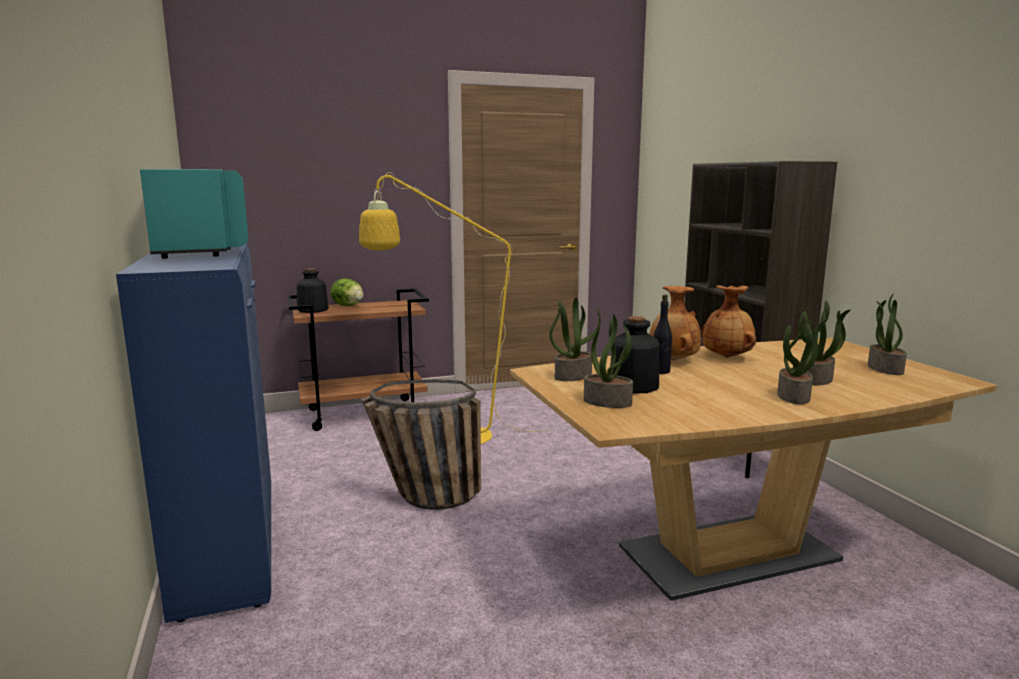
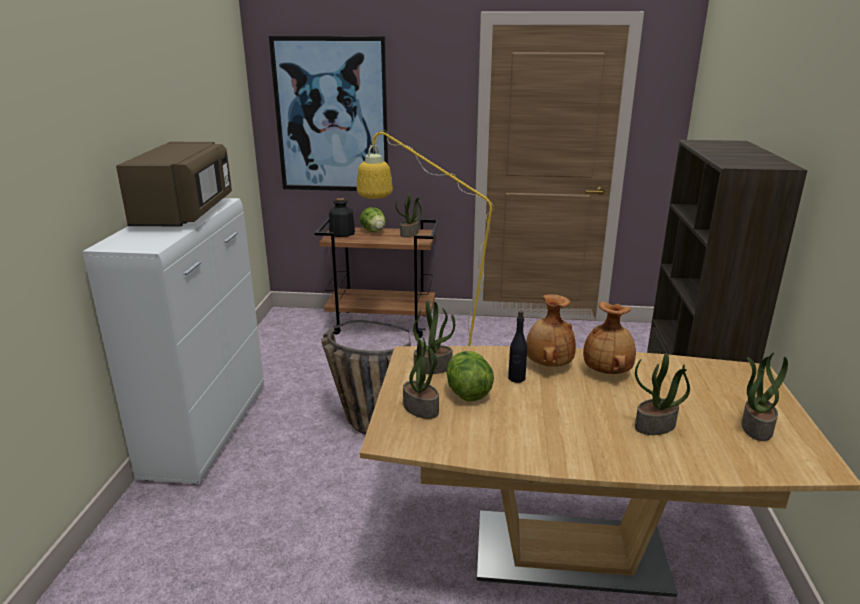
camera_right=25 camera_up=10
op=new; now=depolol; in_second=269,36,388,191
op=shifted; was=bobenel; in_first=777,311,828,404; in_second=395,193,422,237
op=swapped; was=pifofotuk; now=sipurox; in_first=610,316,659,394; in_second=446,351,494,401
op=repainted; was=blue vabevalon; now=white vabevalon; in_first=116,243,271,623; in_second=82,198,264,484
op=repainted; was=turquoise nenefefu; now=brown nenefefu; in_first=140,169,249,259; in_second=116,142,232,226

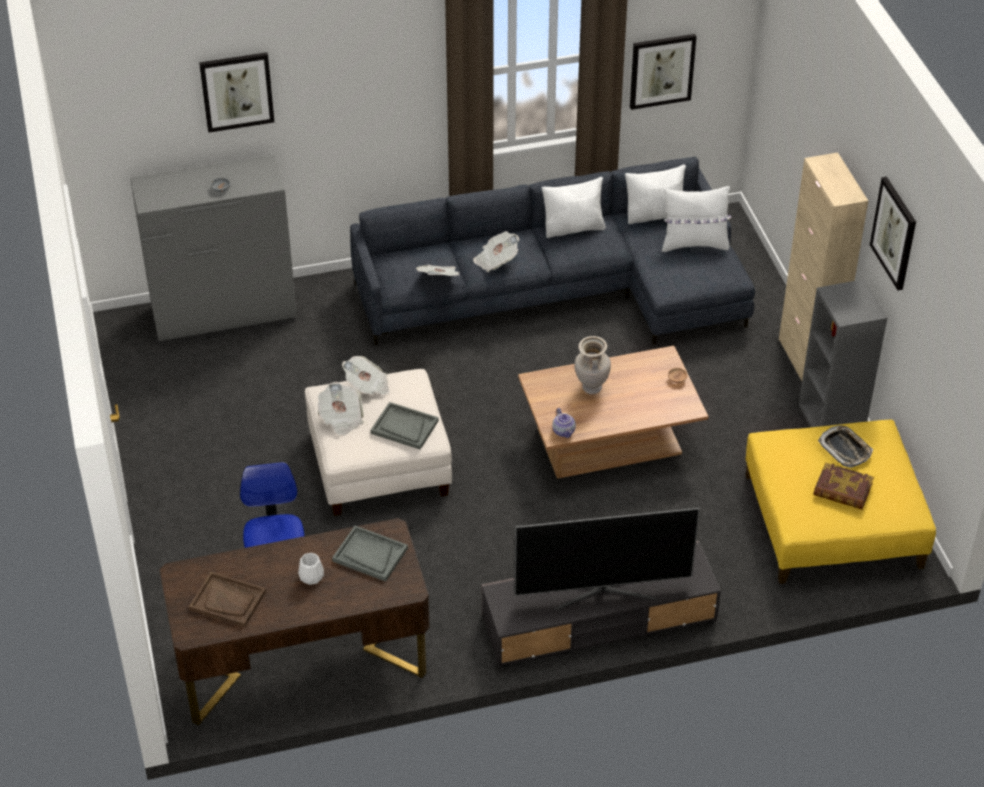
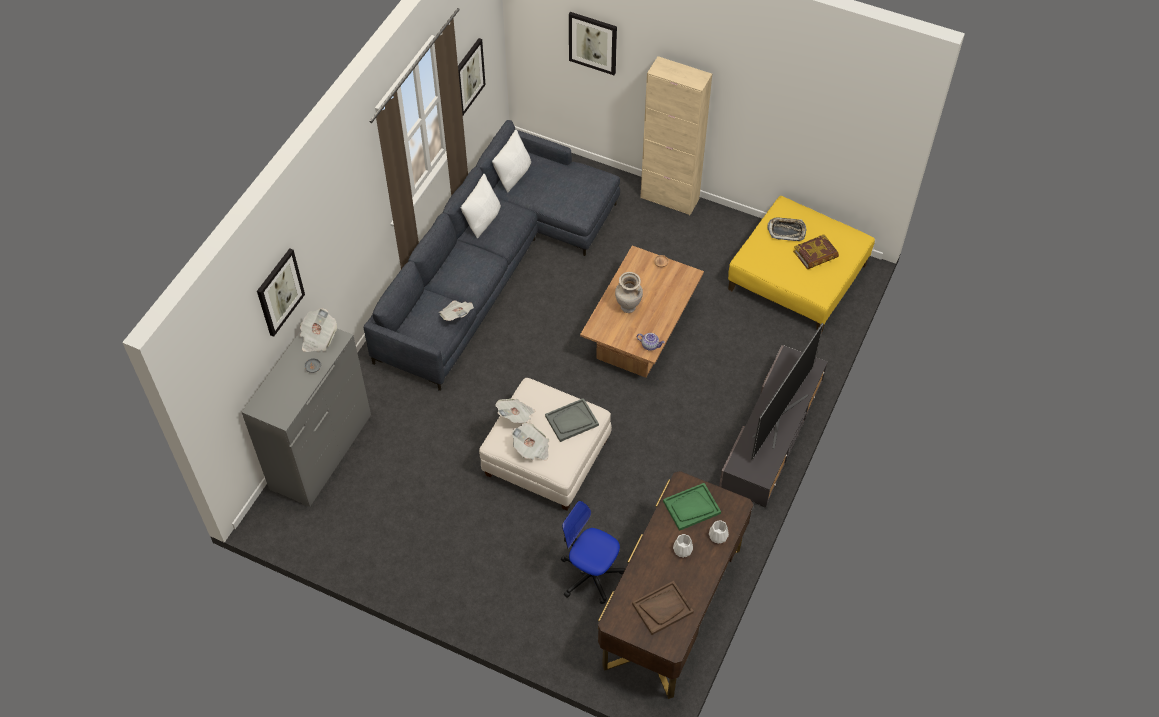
camera_right=-50 camera_up=10
op=gone; was=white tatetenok; in_first=662,186,732,252
op=gone; was=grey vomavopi; in_first=798,279,887,427
op=new; now=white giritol; in_second=709,520,729,544
op=shifted; was=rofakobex; in_first=473,231,520,272; in_second=300,308,337,352
op=shifted; was=depolol; in_first=870,177,916,290; in_second=569,12,617,75
op=repainted; was=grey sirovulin; now=green sirovulin; in_first=332,526,408,582; in_second=663,483,721,531

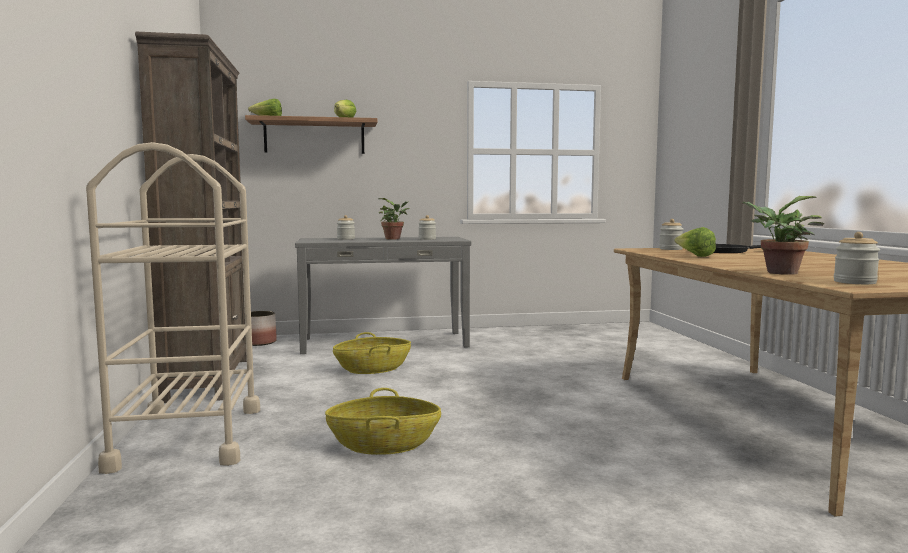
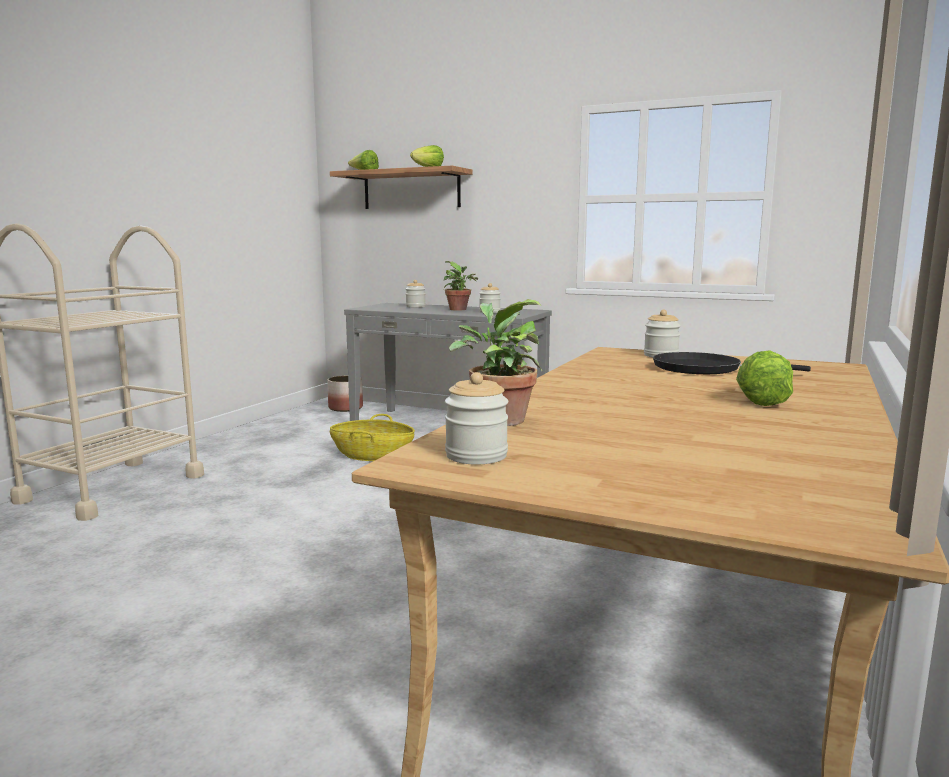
camera_right=35 camera_up=5
op=gone; was=brown vomavopi; in_first=135,32,247,403
op=gone; was=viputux; in_first=325,388,441,455
op=shifted; was=sipurox; in_first=674,227,716,257; in_second=736,350,793,406

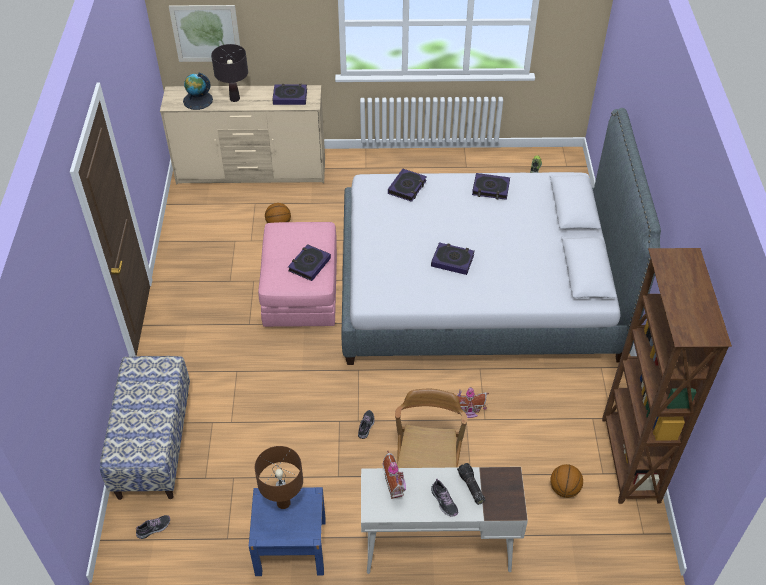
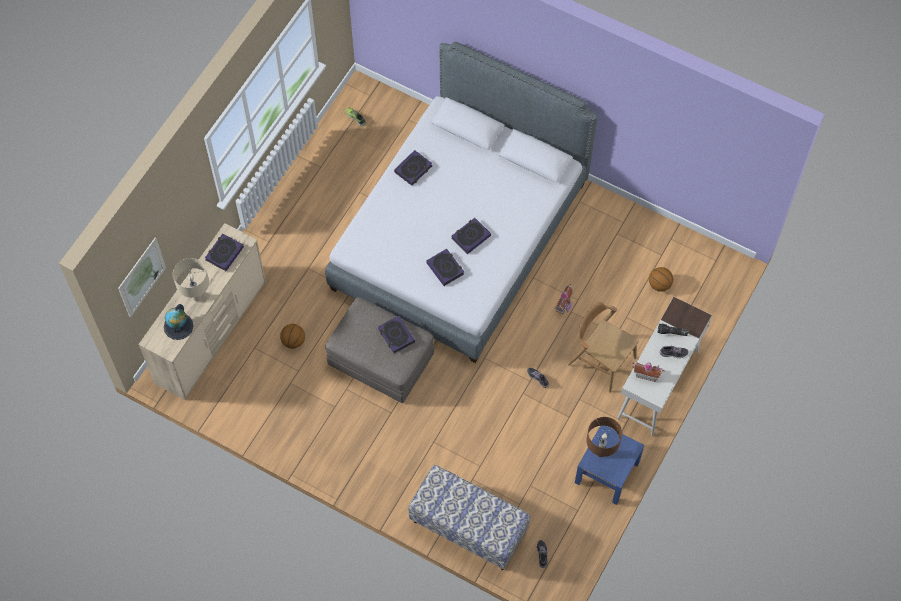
camera_right=-60 camera_up=15
op=gone; was=brown vomavopi; in_first=602,248,732,504
op=shifted; was=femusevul; in_first=388,169,427,202; in_second=427,249,464,286
op=repainted; was=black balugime; now=beige balugime; in_first=211,44,248,102; in_second=173,258,209,301
op=repainted; was=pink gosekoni; now=grey gosekoni; in_first=258,222,337,327; in_second=325,297,434,403

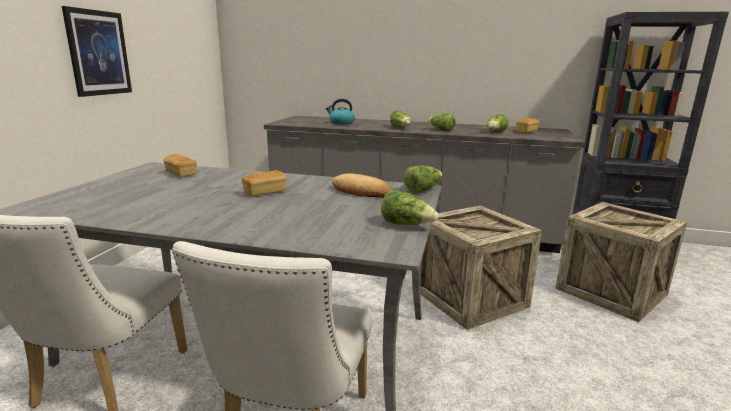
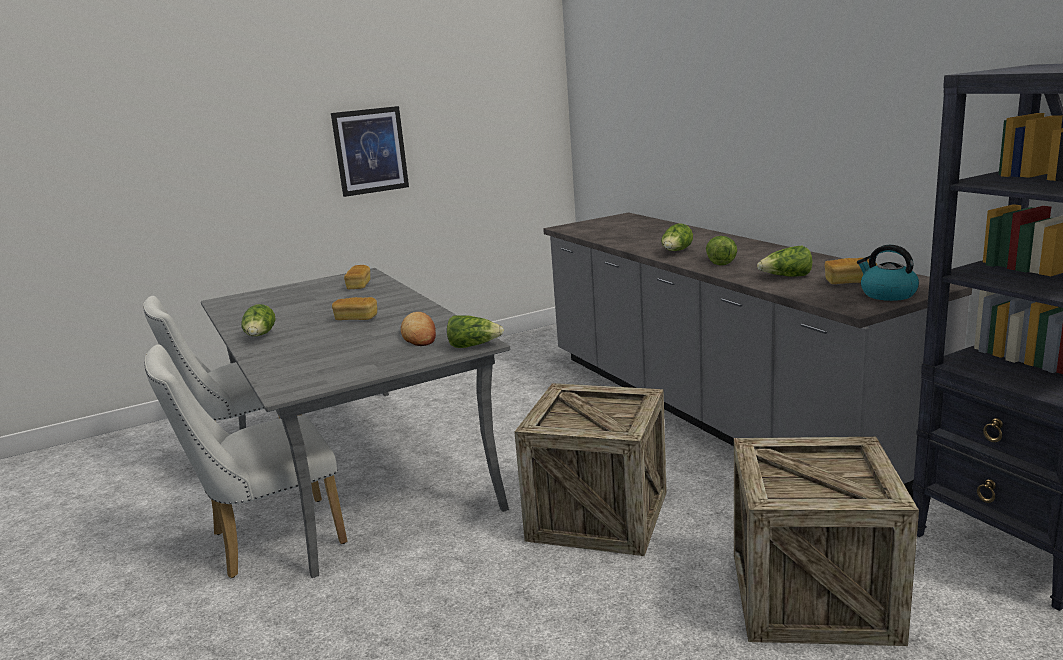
camera_right=50 camera_up=0
op=shifted; was=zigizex; in_first=326,99,355,125; in_second=857,245,919,301
op=shifted; was=sipurox; in_first=381,189,439,225; in_second=241,304,276,336

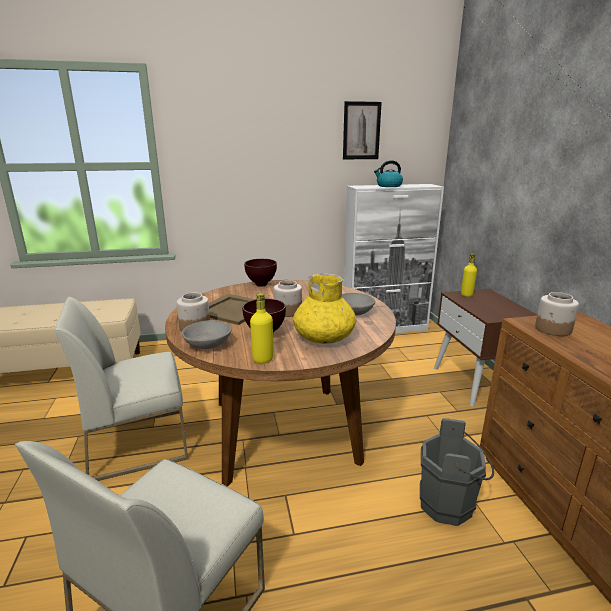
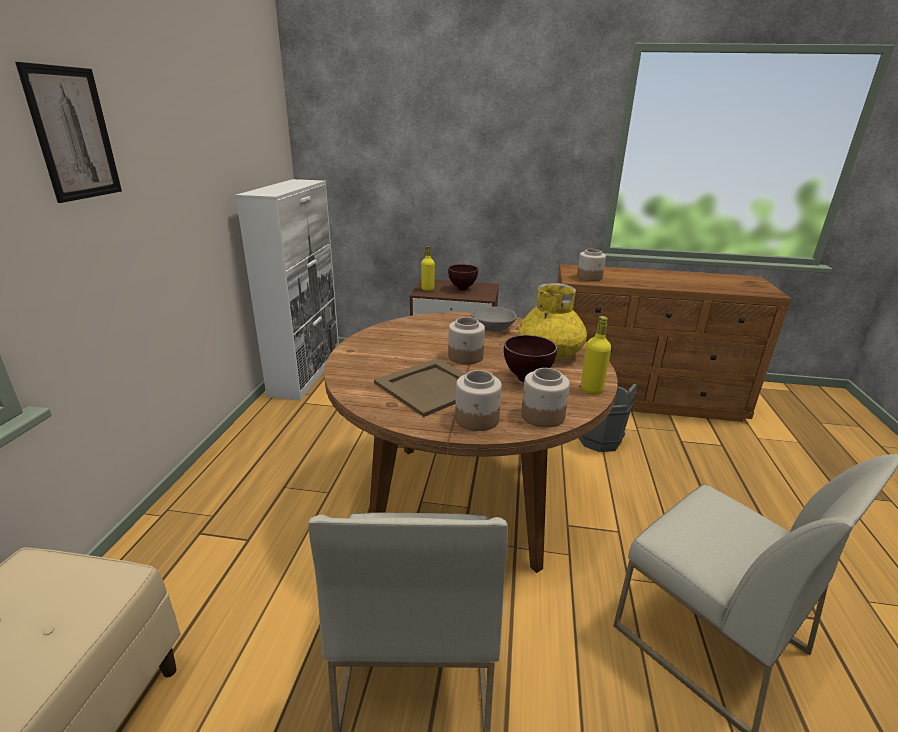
camera_right=-70 camera_up=5
op=gone; was=zigizex; in_first=374,160,403,187
op=shifted; was=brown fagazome; in_first=244,259,277,287; in_second=448,264,478,291
op=shifted; was=depolol; in_first=343,101,382,159; in_second=15,62,122,203
op=swapped; was=grey fagazome; now=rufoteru; in_first=182,320,232,349; in_second=521,368,570,428

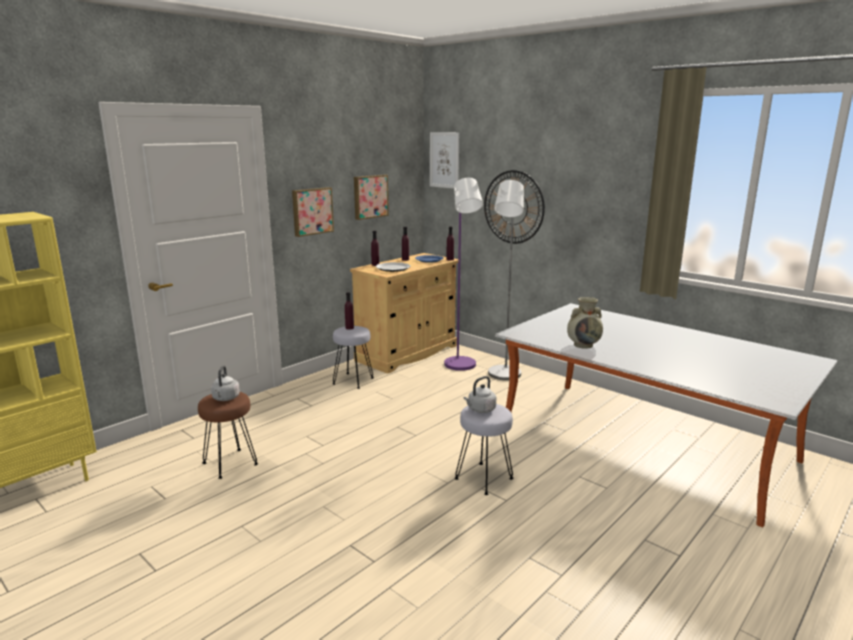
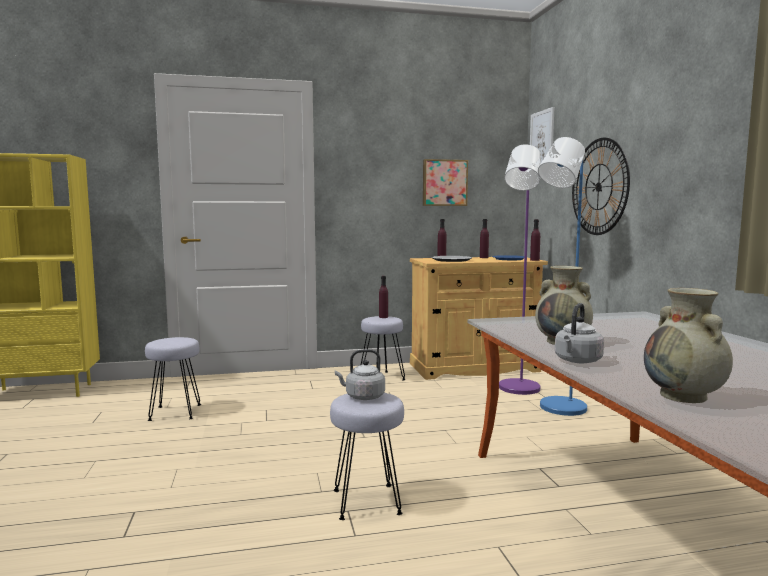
camera_right=35 camera_up=-10
op=gone; was=depolol; in_first=292,187,334,237
op=new; now=beige giritol; in_second=644,288,733,403
op=shifted; was=grey zigizex; in_first=211,365,240,401; in_second=555,303,604,363
op=repainted; was=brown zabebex; now=grey zabebex; in_first=198,392,258,479; in_second=145,337,201,421
op=repainted; was=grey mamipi; now=blue mamipi; in_first=488,180,524,380; in_second=538,137,587,416

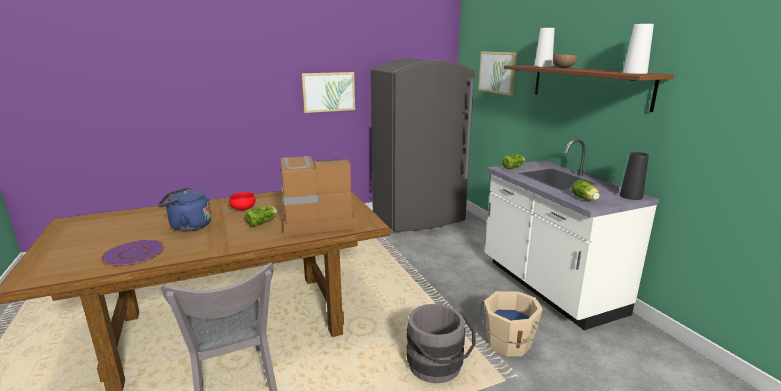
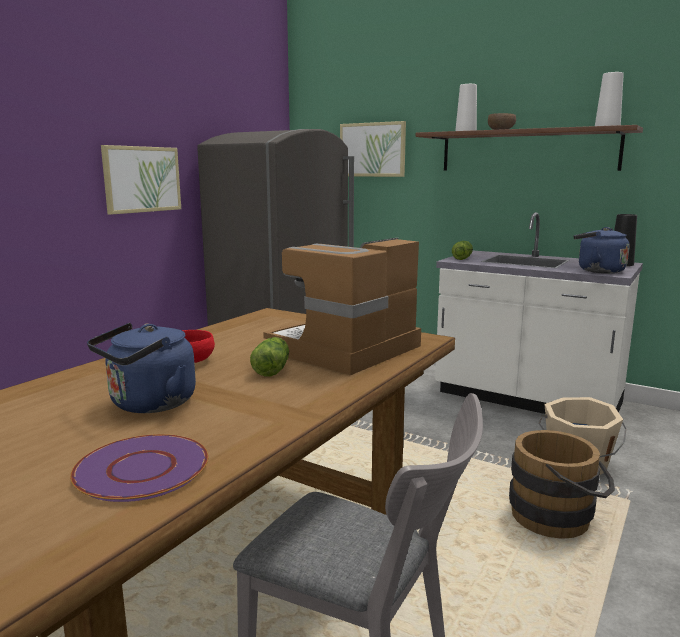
camera_right=-35 camera_up=-5
op=swapped; was=sipurox; now=blue zigizex; in_first=571,179,600,200; in_second=574,227,630,273
op=repainted; was=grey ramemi; now=brown ramemi; in_first=406,304,476,383; in_second=509,430,615,539

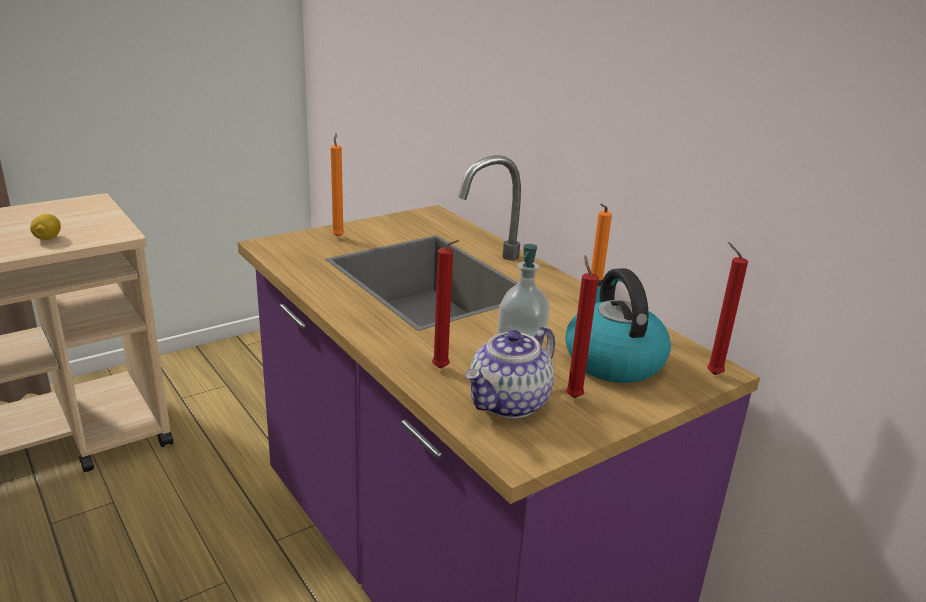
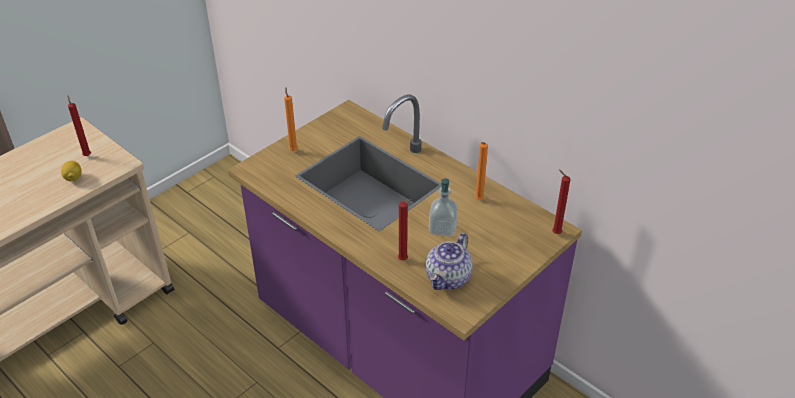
camera_right=-10 camera_up=15
op=gone; was=zigizex; in_first=565,268,671,383
op=shifted; was=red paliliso; in_first=566,255,598,398; in_second=68,96,91,156

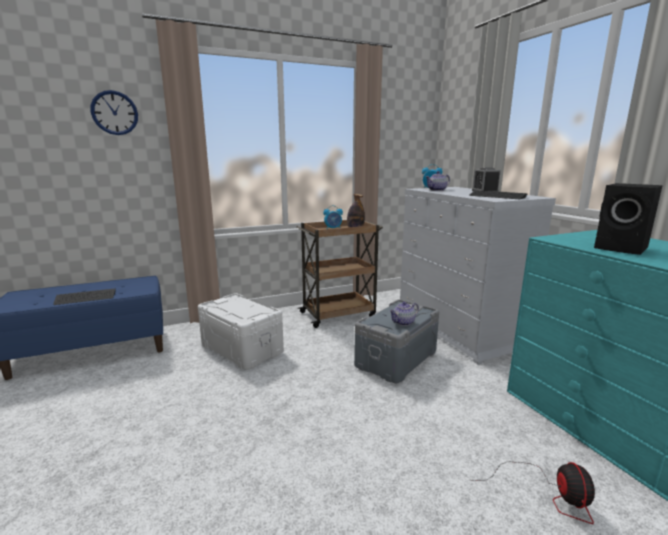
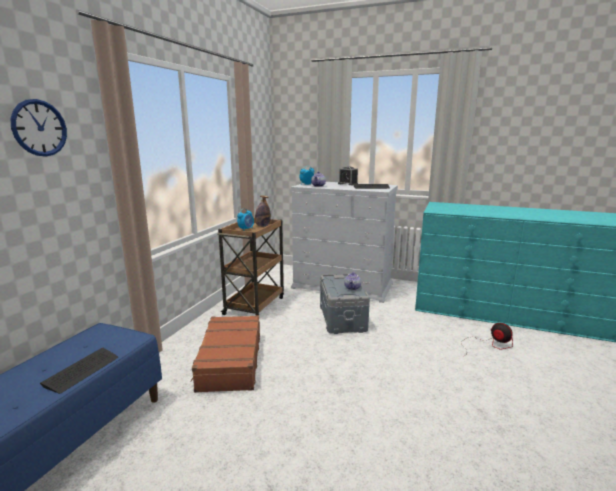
camera_right=-45 camera_up=0
op=gone; was=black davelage; in_first=594,183,663,255
op=swapped; was=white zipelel; now=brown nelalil; in_first=198,293,284,370; in_second=191,315,260,393

